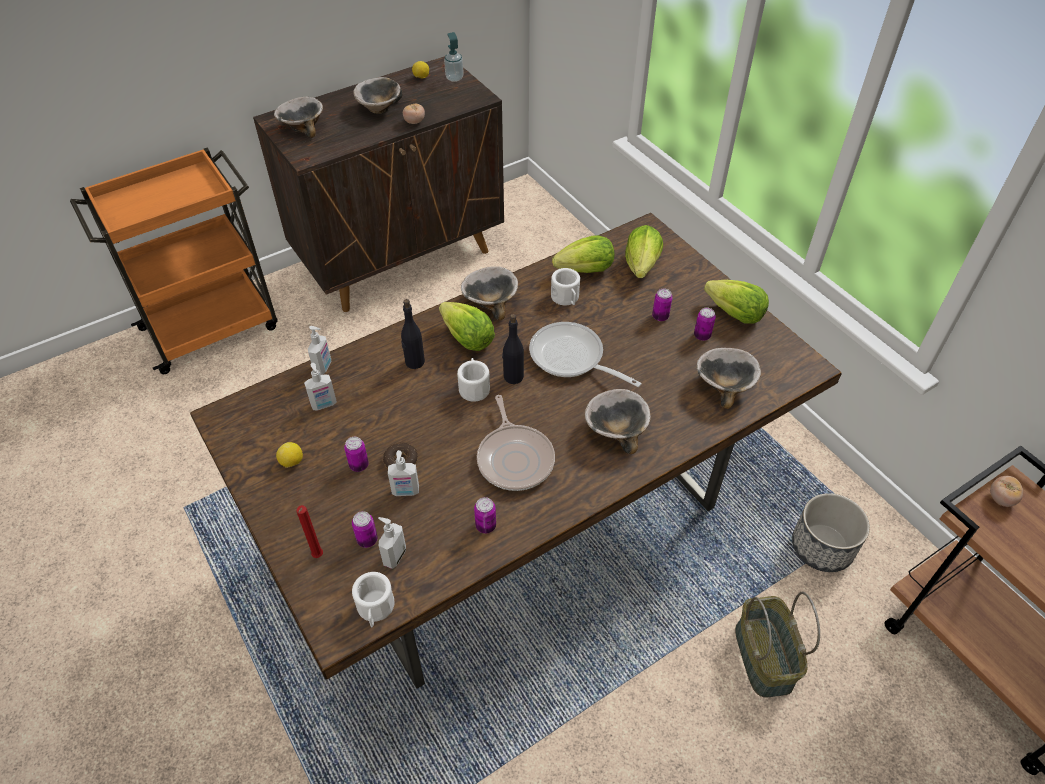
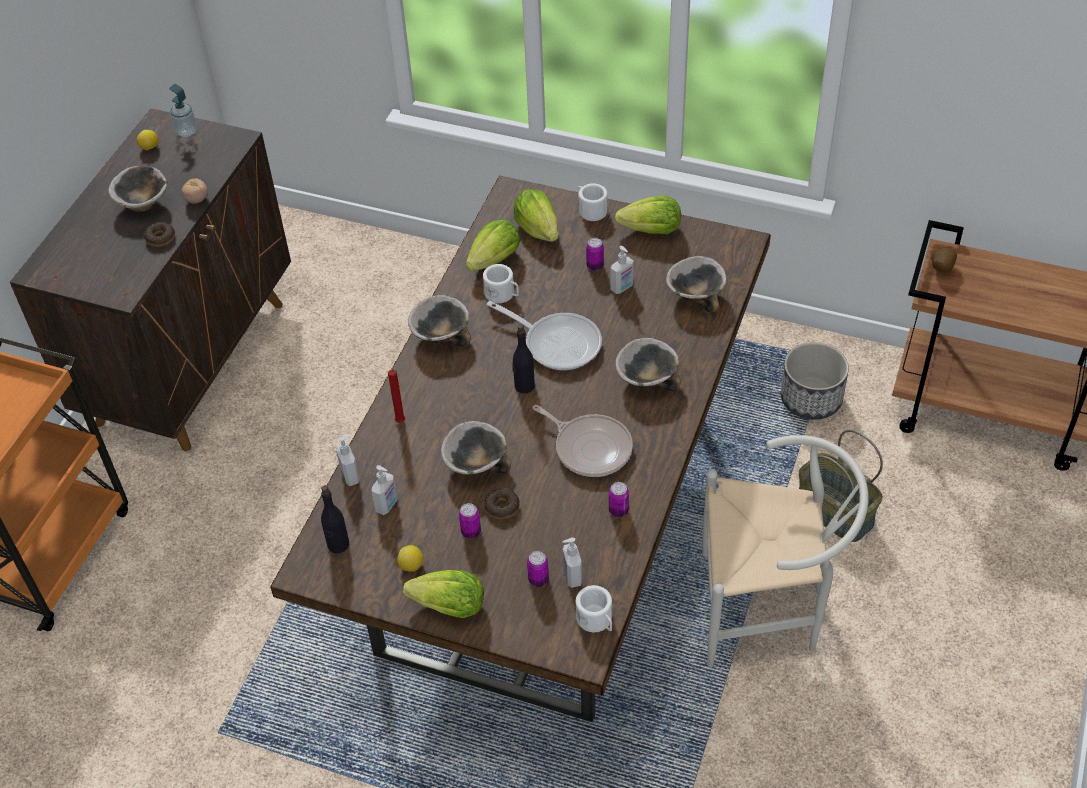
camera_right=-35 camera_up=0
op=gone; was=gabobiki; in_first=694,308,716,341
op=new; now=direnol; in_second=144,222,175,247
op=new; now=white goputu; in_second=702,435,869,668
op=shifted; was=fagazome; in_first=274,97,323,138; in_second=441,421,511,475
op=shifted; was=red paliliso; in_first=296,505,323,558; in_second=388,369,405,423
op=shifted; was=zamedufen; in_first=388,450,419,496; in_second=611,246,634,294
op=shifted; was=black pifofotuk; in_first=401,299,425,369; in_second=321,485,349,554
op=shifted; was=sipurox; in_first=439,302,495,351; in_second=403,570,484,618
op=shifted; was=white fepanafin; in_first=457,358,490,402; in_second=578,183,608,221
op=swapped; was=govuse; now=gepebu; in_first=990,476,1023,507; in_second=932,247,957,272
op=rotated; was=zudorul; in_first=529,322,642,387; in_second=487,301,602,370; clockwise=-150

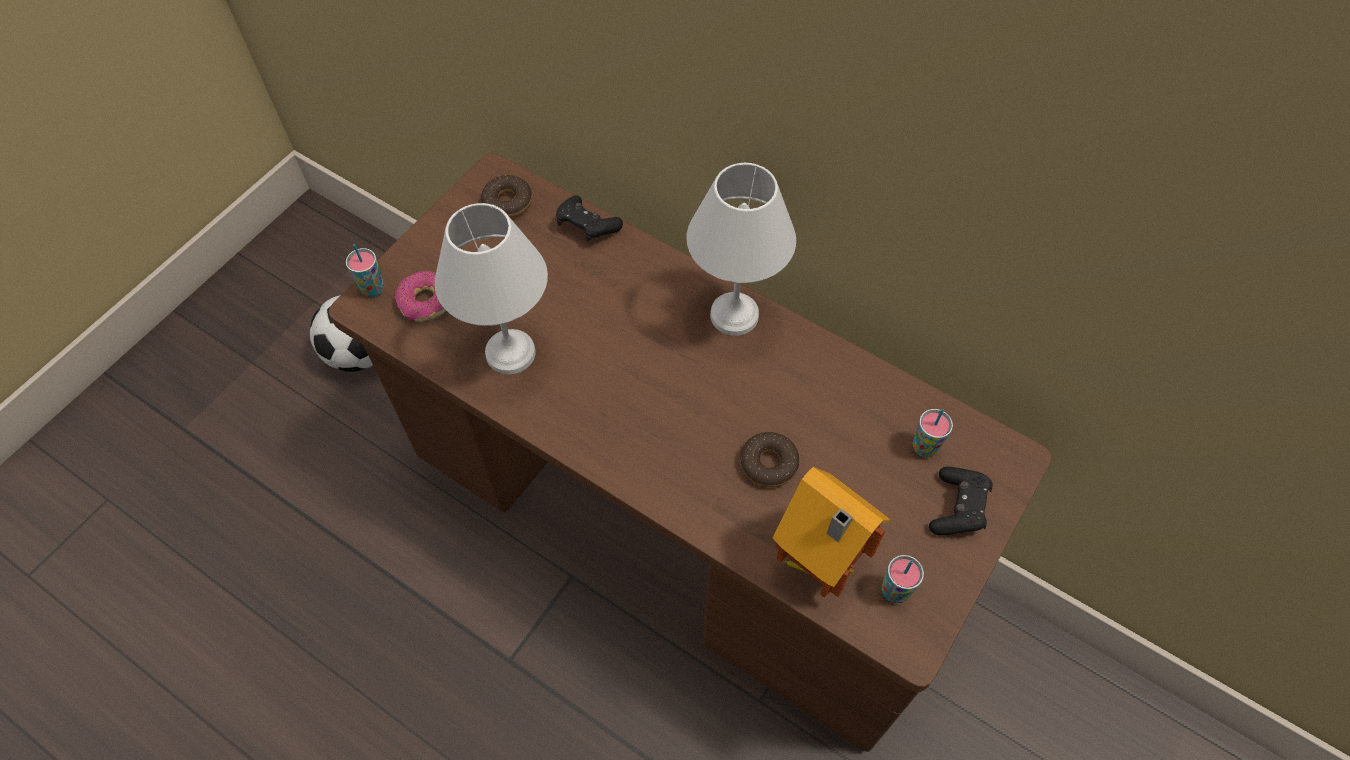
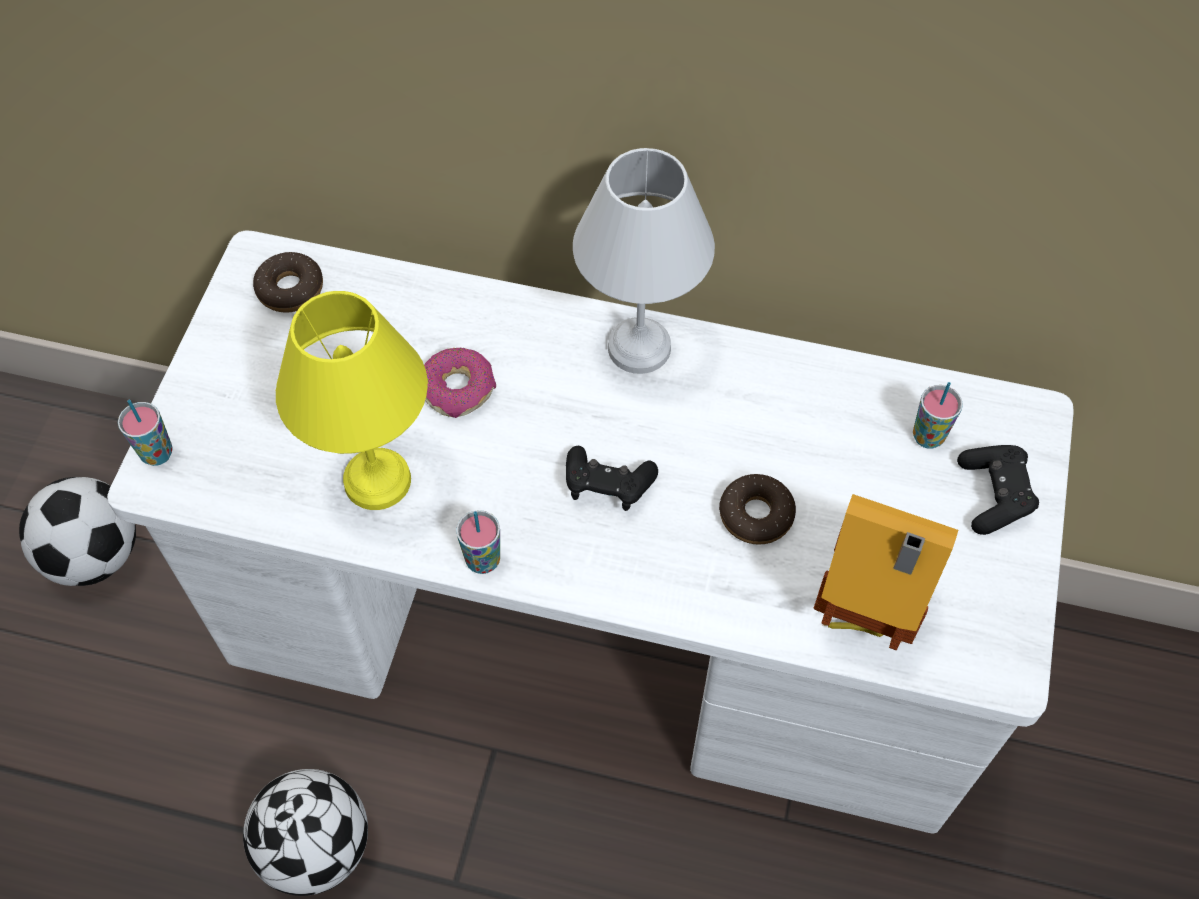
camera_right=-20 camera_up=0
op=new; now=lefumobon; in_second=243,769,368,896
op=shifted; was=direnol; in_first=395,271,446,322; in_second=424,348,496,418
op=shifted; was=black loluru; in_first=556,195,623,241; in_second=566,446,658,511
op=shifted; was=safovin; in_first=882,555,924,603; in_second=456,510,500,574
op=repainted; was=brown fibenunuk; now=white fibenunuk; in_first=329,153,1052,752; in_second=107,230,1074,834
op=repainted; was=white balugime; now=yellow balugime; in_first=435,203,548,374; in_second=276,291,428,510

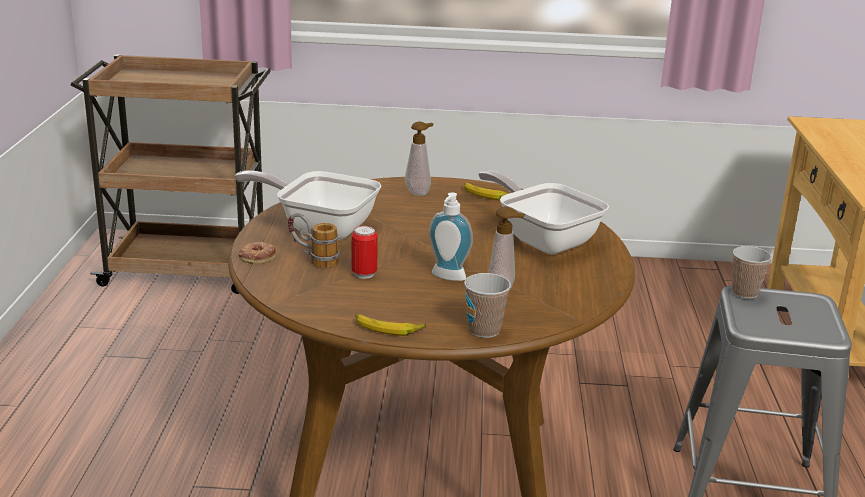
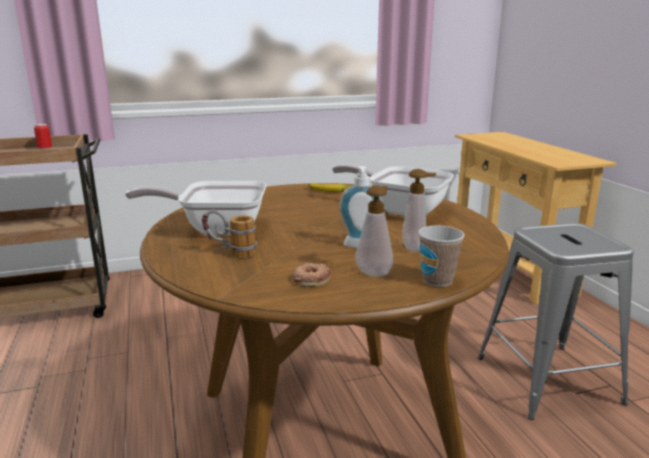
camera_right=-20 camera_up=-5
op=gone; was=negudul; in_first=355,314,426,336
op=gone; was=safovin; in_first=732,246,772,299
op=shifted; was=direnol; in_first=239,241,276,264; in_second=292,263,331,287
op=shifted; was=gabobiki; in_first=352,226,378,279; in_second=34,124,52,150
op=shifted; was=zamedufen; in_first=405,121,434,196; in_second=355,185,393,277

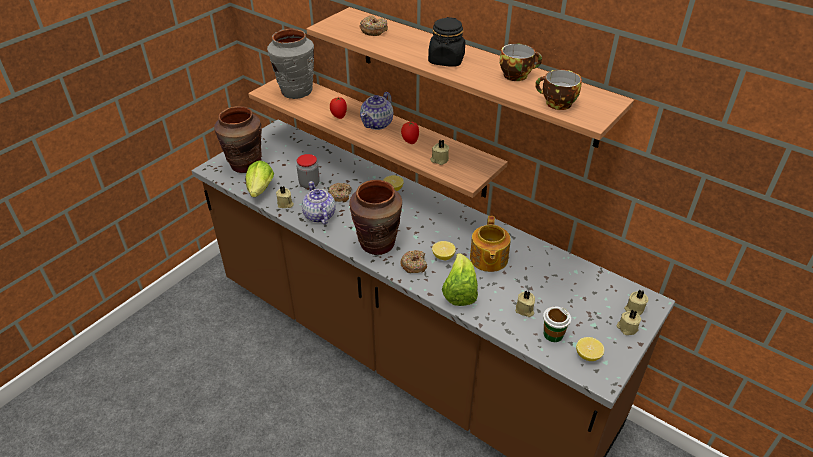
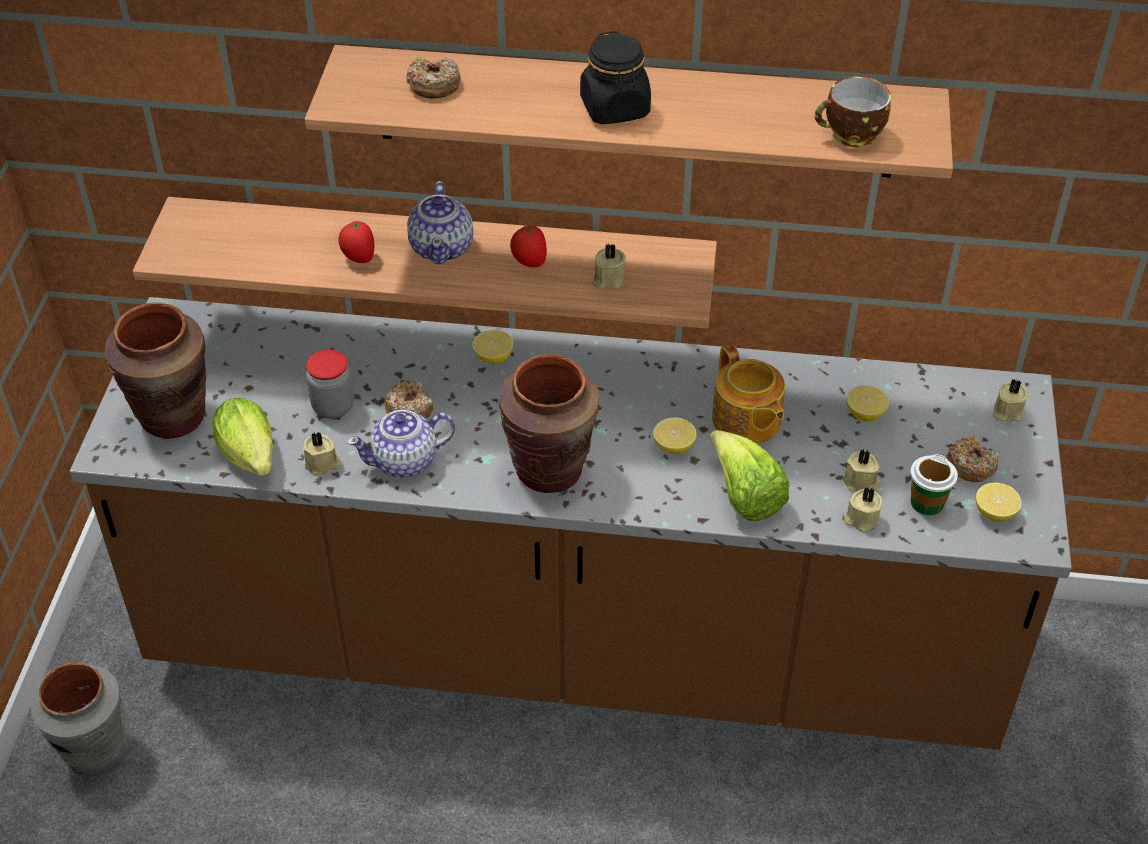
camera_right=-30 camera_up=5
op=gone; was=safovin; in_first=500,43,542,81
op=new; now=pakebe; in_second=846,385,889,422
op=shifted; was=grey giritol; in_first=267,29,314,99; in_second=31,662,127,776
op=shifted; was=direnol; in_first=401,250,427,273; in_second=946,436,999,482
op=shifted; was=beige paliliso; in_first=617,309,641,335; in_second=844,487,883,532
op=rotated; was=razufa; in_first=302,181,336,225; in_second=346,410,455,478; clockwise=-60

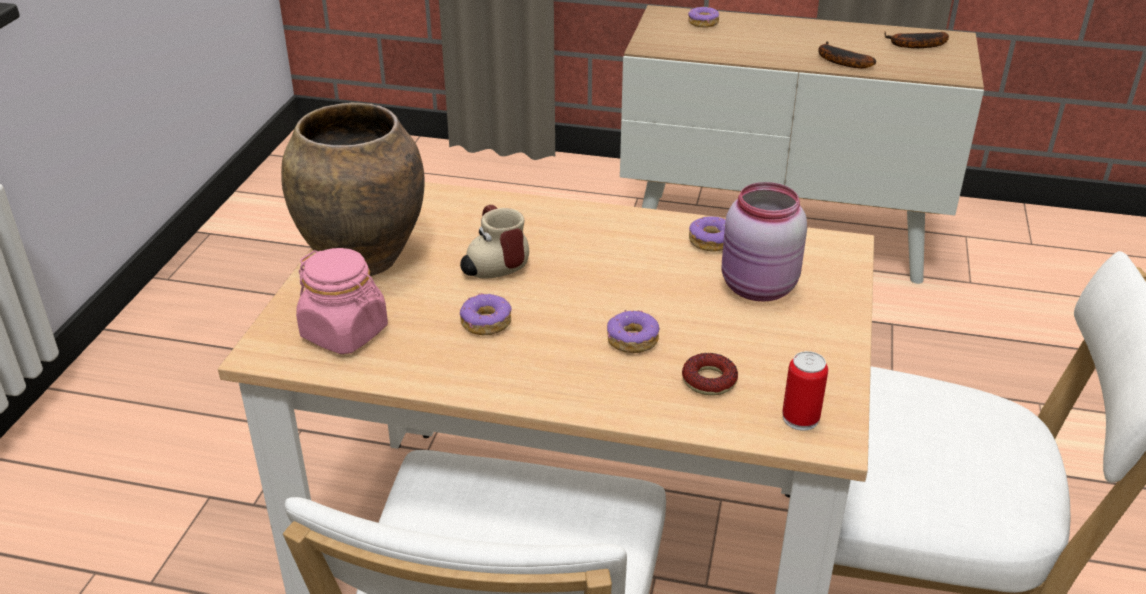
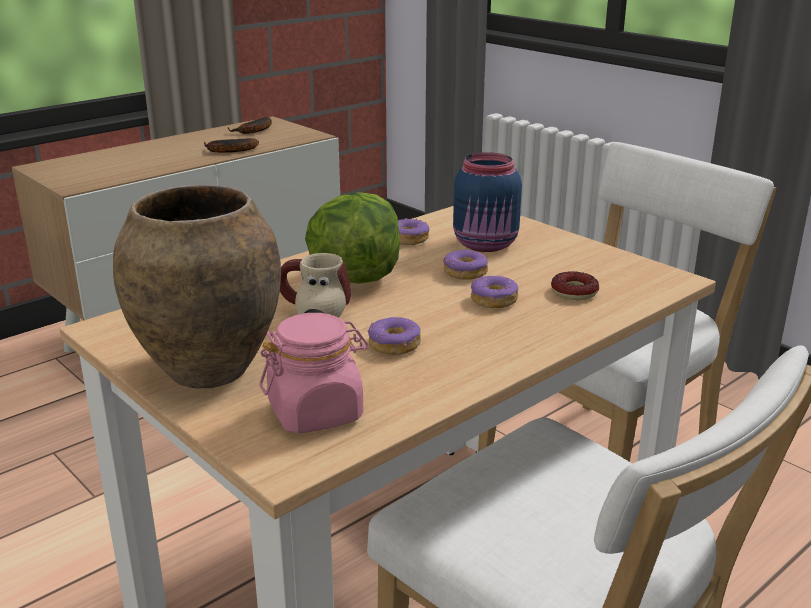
camera_right=-55 camera_up=-10
op=gone; was=gabobiki; in_first=782,351,828,431
op=new; now=sipurox; in_second=305,192,400,283
op=shifted; was=direnol; in_first=688,7,719,27; in_second=443,250,489,280
op=repainted; was=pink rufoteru; now=blue rufoteru; in_first=722,182,807,302; in_second=453,152,522,252

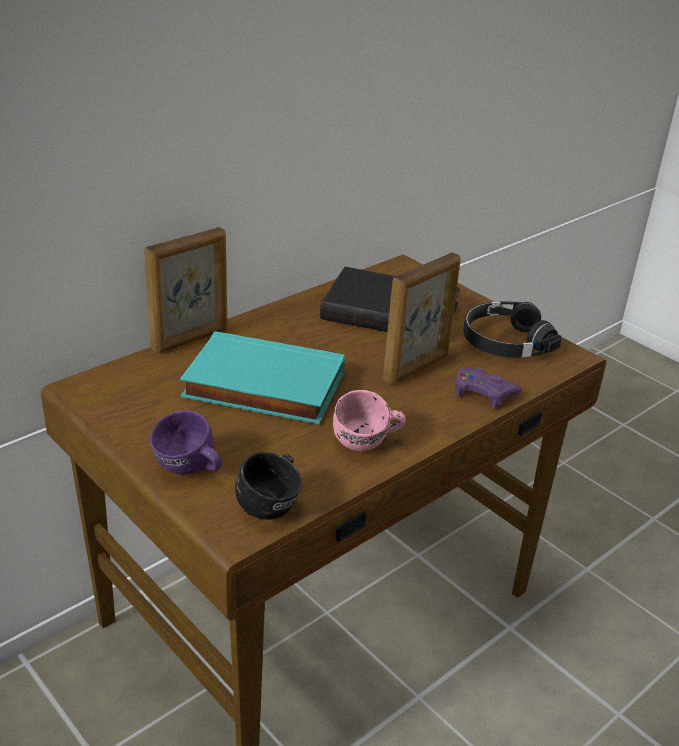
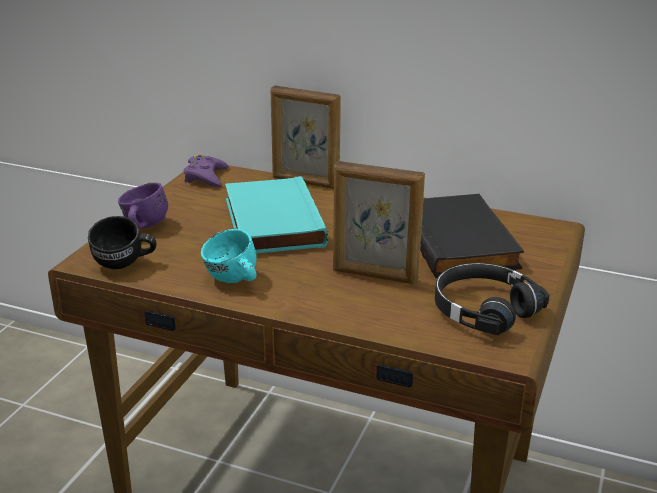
camera_right=65 camera_up=-5
op=shifted; was=purple loluru; in_first=455,367,522,409; in_second=184,155,229,187
op=repainted; was=pink fepanafin; now=turquoise fepanafin; in_first=333,390,405,451; in_second=201,229,257,283

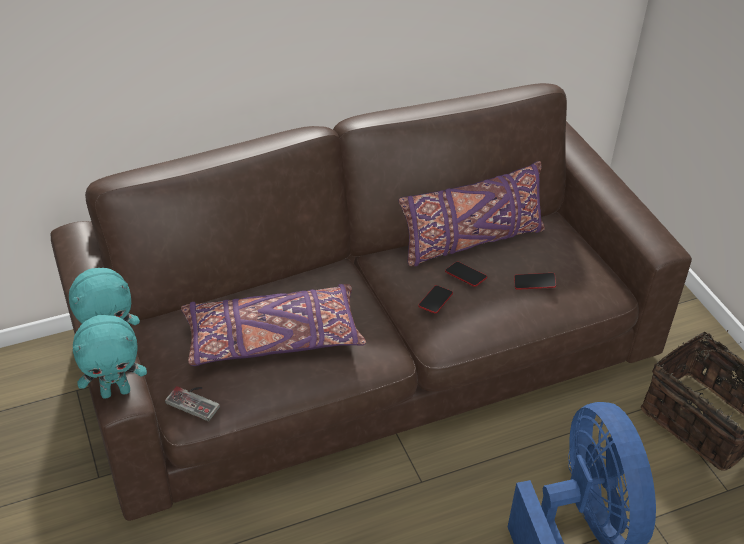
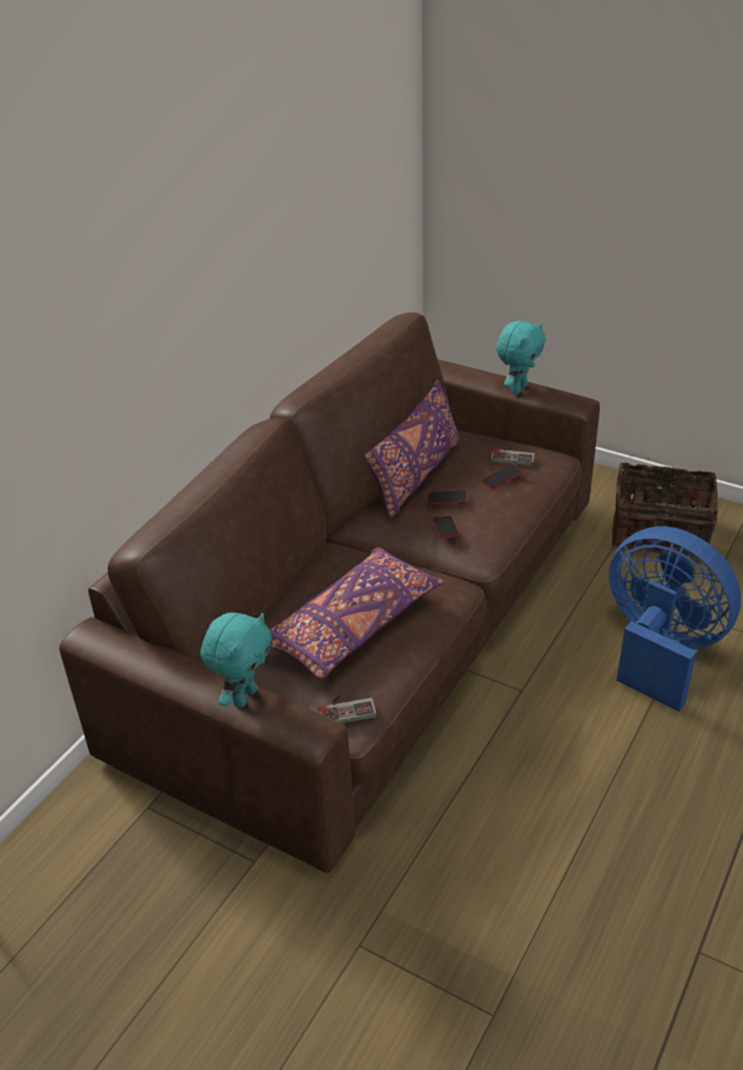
camera_right=-35 camera_up=-5
op=new; now=loluru; in_second=490,448,535,466
op=shifted; was=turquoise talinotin; in_first=73,315,147,399; in_second=496,321,546,394

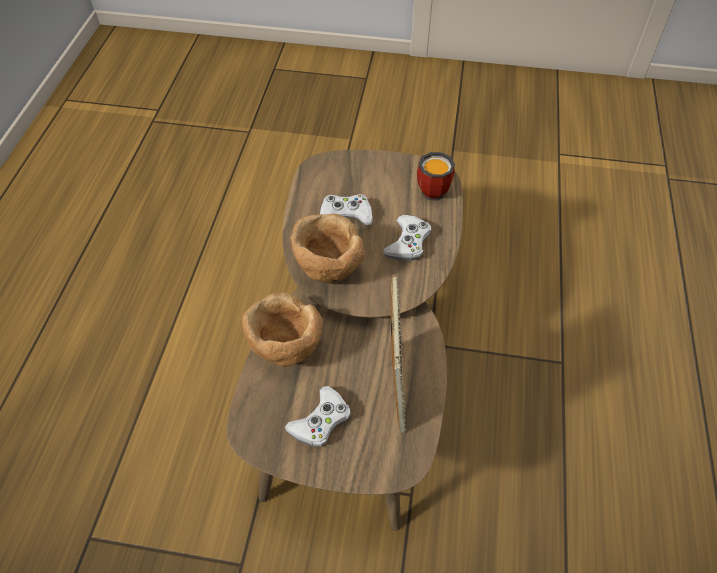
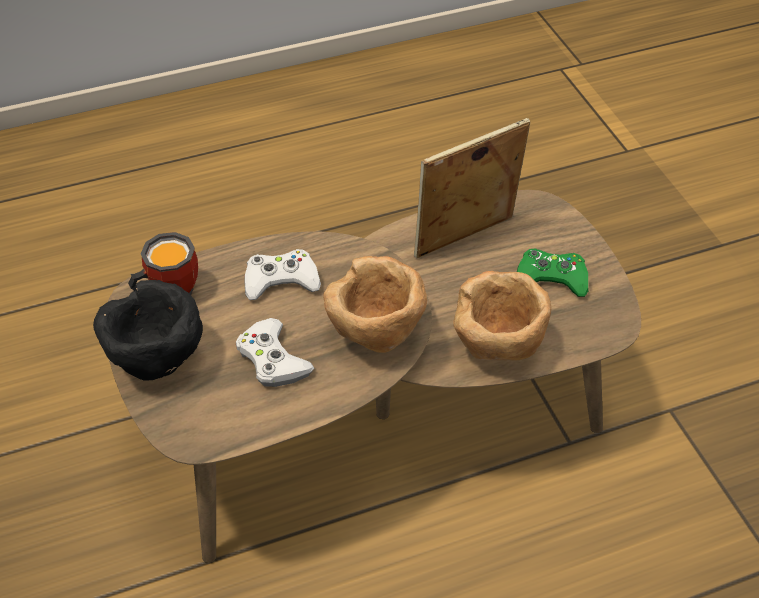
camera_right=-120 camera_up=-5
op=new; now=black fagazome; in_second=93,280,203,381
op=repainted; was=white loluru; now=green loluru; in_first=285,386,351,447; in_second=517,248,588,297

